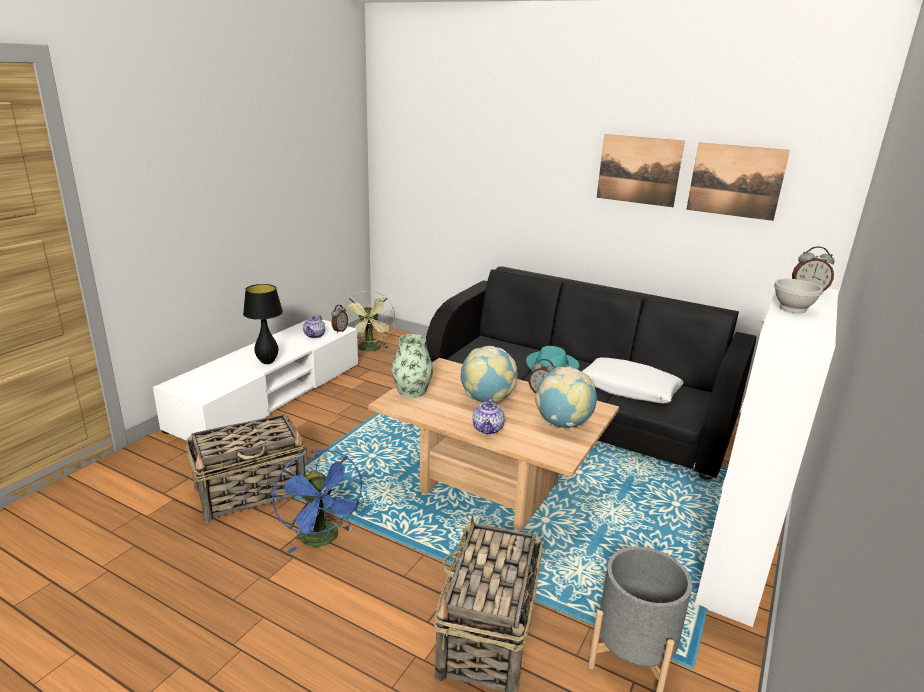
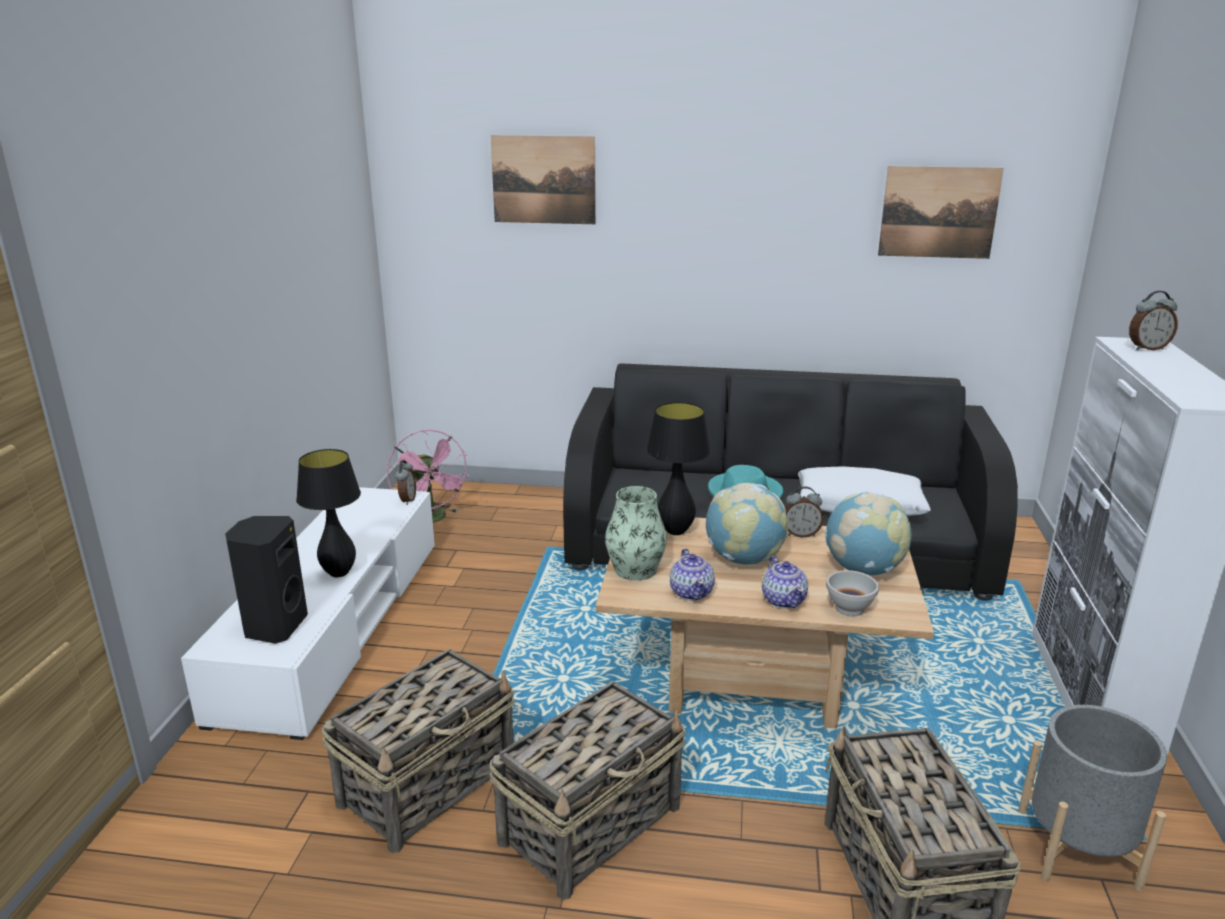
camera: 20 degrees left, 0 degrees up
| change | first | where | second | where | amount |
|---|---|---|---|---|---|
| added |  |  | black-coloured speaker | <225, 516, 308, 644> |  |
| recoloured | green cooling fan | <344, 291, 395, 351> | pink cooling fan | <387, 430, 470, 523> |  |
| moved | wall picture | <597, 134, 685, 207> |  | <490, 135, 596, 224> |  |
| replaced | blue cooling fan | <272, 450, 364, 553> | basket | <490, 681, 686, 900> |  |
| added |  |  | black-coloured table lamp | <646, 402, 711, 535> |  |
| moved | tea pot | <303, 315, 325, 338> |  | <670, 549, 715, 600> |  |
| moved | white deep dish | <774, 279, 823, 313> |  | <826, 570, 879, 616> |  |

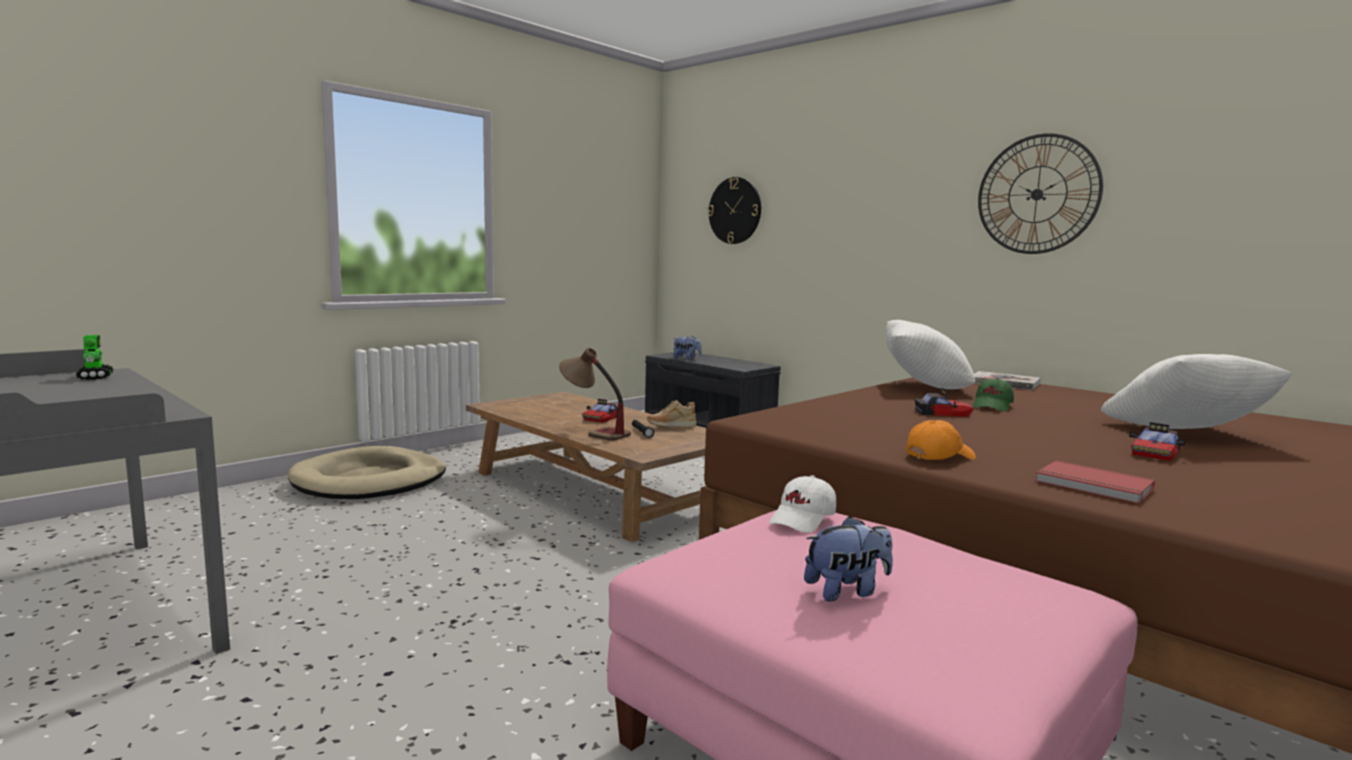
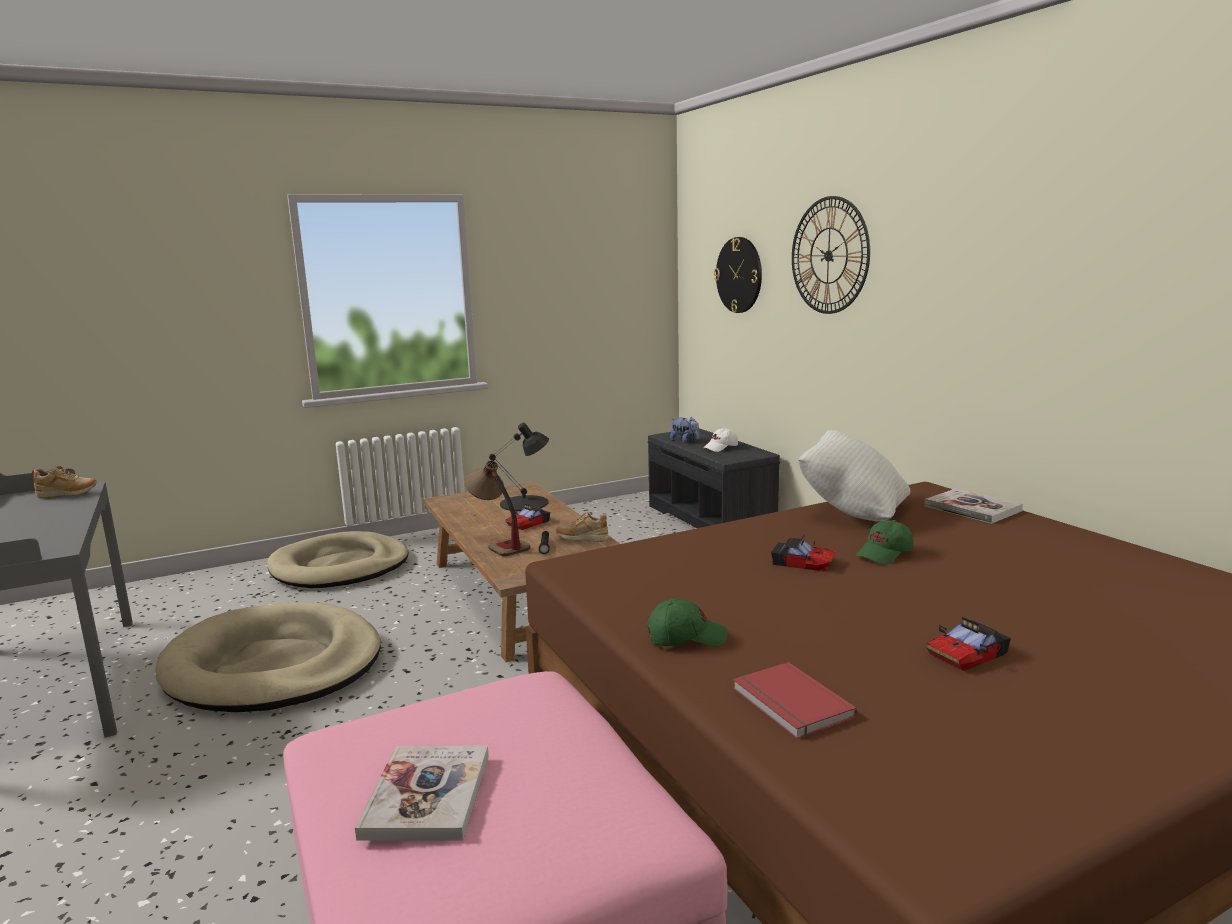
camera: 20 degrees right, 5 degrees up
| change | first | where | second | where | amount |
|---|---|---|---|---|---|
| replaced | model robot | <76, 335, 114, 380> | sand-coloured item of footwear | <32, 466, 97, 498> |  |
| added |  |  | sand-coloured dog bed | <155, 602, 381, 712> |  |
| replaced | soft toy | <804, 516, 893, 601> | volume | <355, 746, 489, 841> |  |
| added |  |  | black-coloured table lamp | <489, 423, 549, 511> |  |
| recoloured | orange-coloured peaked cap | <906, 420, 976, 460> | green peaked cap | <647, 599, 728, 647> |  |
| moved | white peaked cap | <769, 475, 836, 533> |  | <703, 428, 738, 452> |  |
| moved | clock on the wall | <978, 133, 1103, 254> |  | <792, 196, 870, 314> |  |
| removed | white cushion | <1101, 354, 1293, 429> |  |  |  |

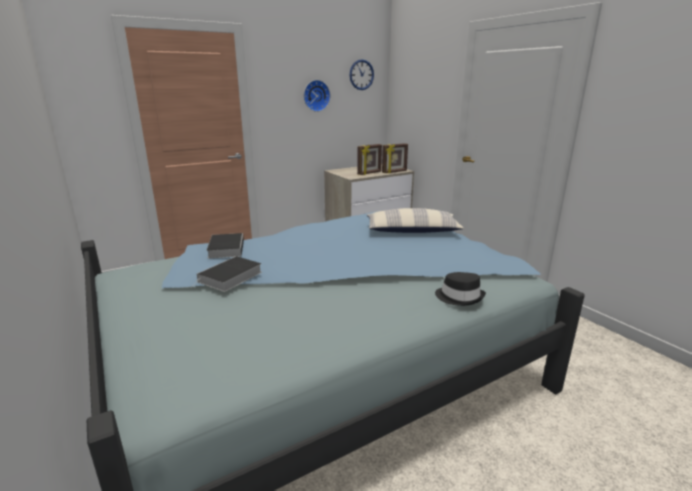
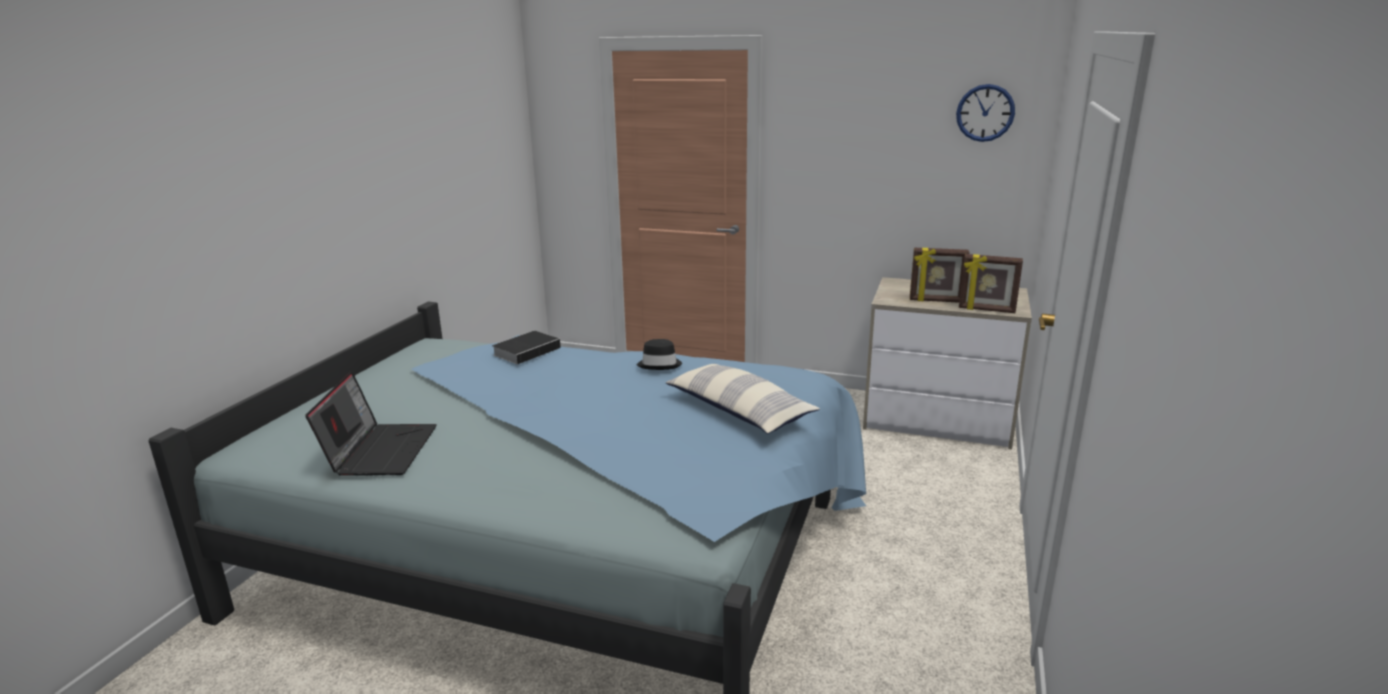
camera: 50 degrees right, 0 degrees up
| change | first | where | second | where | amount |
|---|---|---|---|---|---|
| added |  |  | portable computer | <305, 371, 437, 476> |  |
| moved | black-coloured wearable hat | <435, 272, 486, 306> |  | <637, 339, 682, 370> |  |
| removed | volume | <191, 256, 262, 292> |  |  |  |
| removed | clock on the wall | <304, 80, 330, 112> |  |  |  |

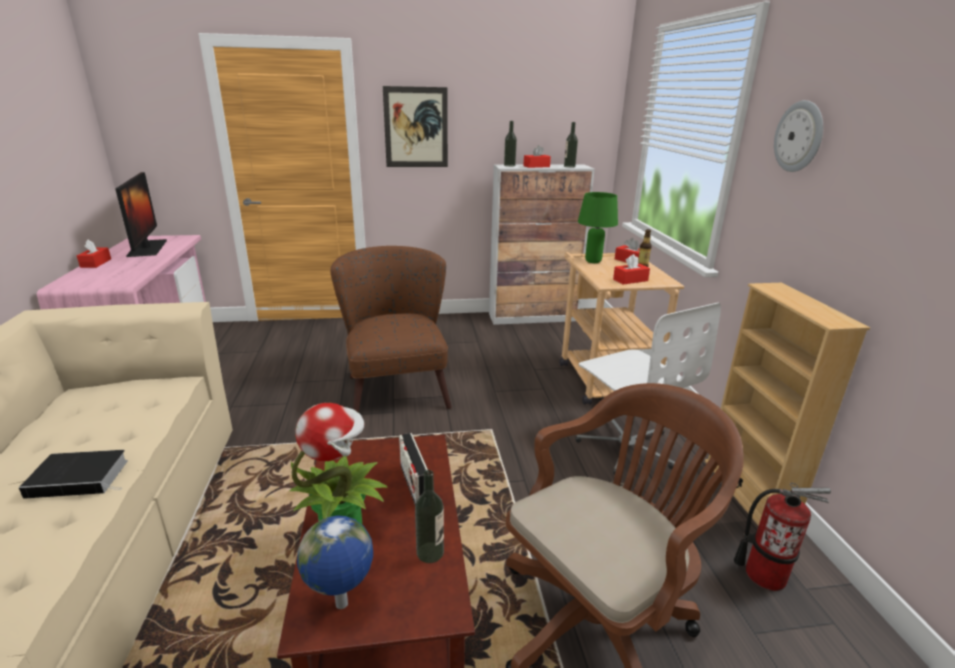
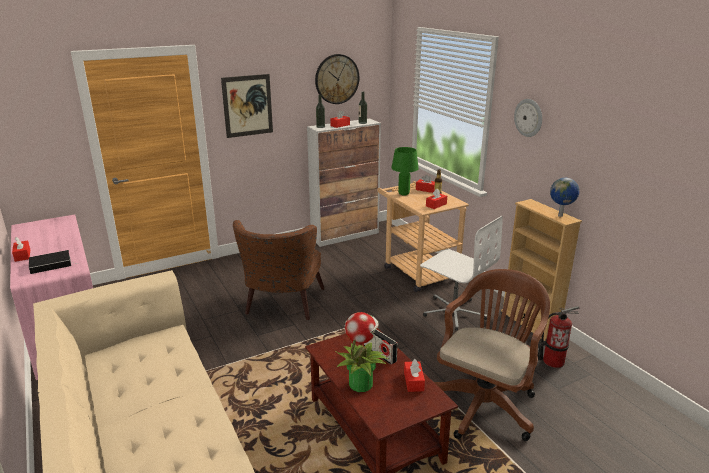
camera: 20 degrees left, 0 degrees up
| change | first | where | second | where | amount |
|---|---|---|---|---|---|
| moved | volume | <19, 450, 128, 499> |  | <29, 250, 75, 274> |  |
| turned | brown-coloured easy chair | <330, 246, 452, 413> |  | <233, 220, 324, 320> | 135 degrees counterclockwise |
| added |  |  | clock on the wall | <315, 54, 359, 104> |  |
| replaced | drink bottle | <415, 470, 444, 563> | reddish tissue box | <404, 359, 425, 392> |  |
| moved | desk globe | <297, 515, 373, 609> |  | <550, 178, 579, 217> |  |
| removed | computer screen | <115, 172, 167, 257> |  |  |  |

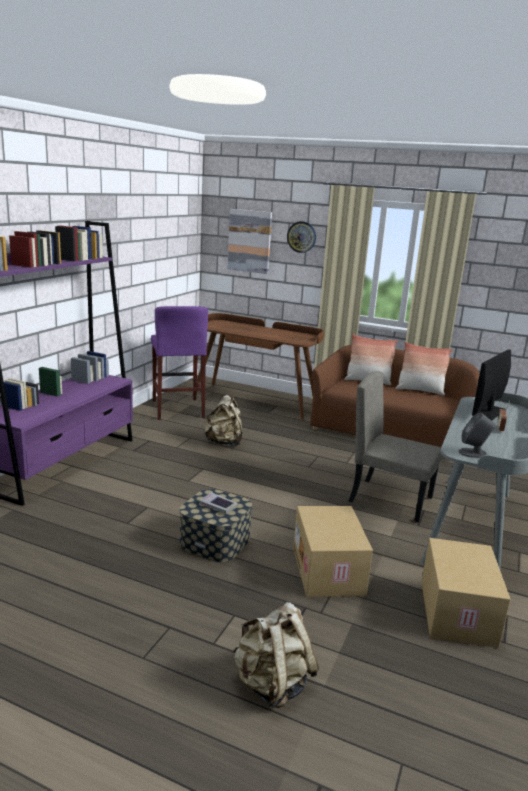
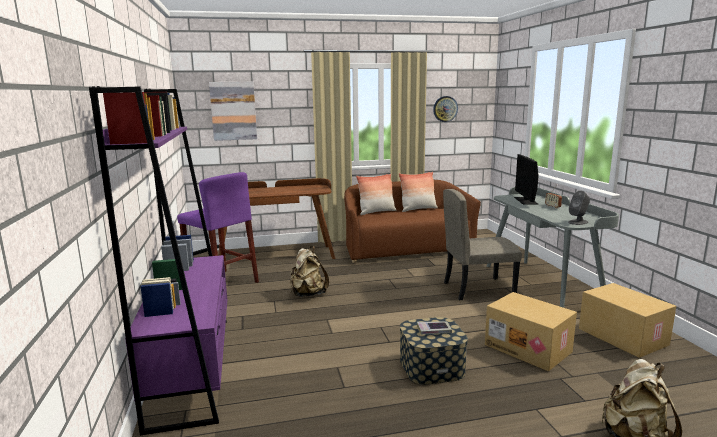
camera: 35 degrees left, 5 degrees down
| change | first | where | second | where | amount |
|---|---|---|---|---|---|
| moved | clock on the wall | <287, 221, 316, 253> |  | <433, 96, 458, 122> |  |

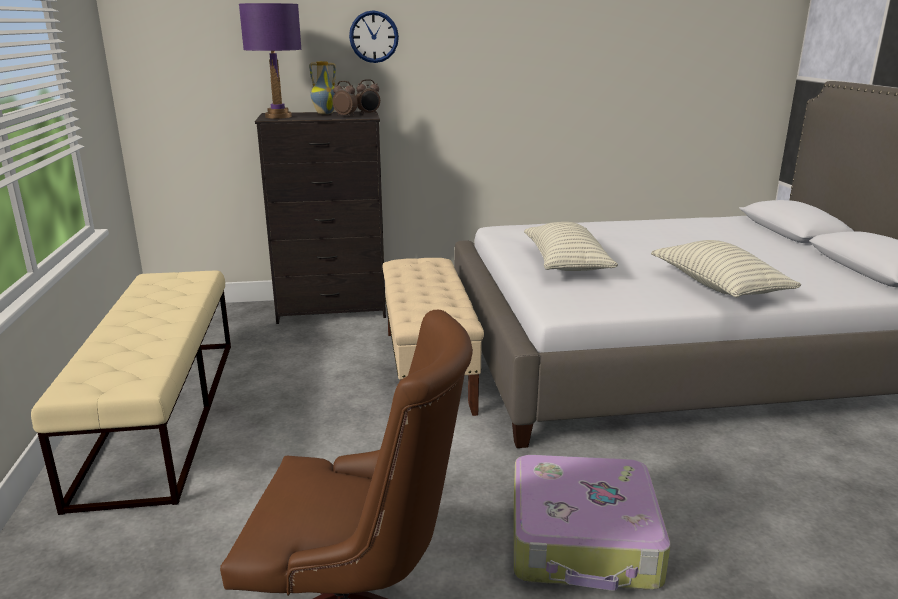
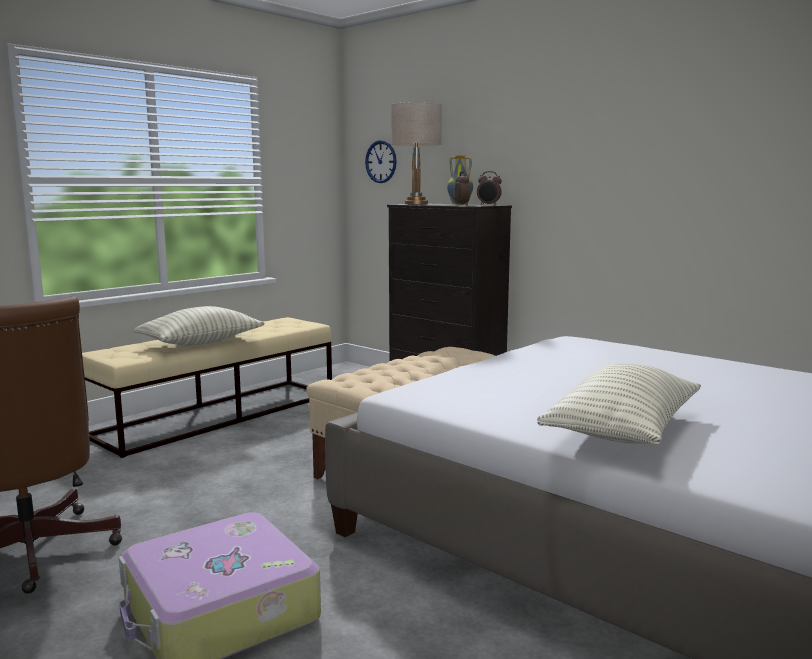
camera: 50 degrees right, 10 degrees down
| change | first | where | second | where | amount |
|---|---|---|---|---|---|
| moved | cushion | <524, 222, 618, 271> |  | <134, 306, 265, 346> |  |
| moved | clock on the wall | <349, 10, 399, 63> |  | <365, 140, 397, 183> |  |
| recoloured | purplish table lamp | <239, 3, 301, 119> | sand-coloured table lamp | <391, 102, 442, 204> |  |

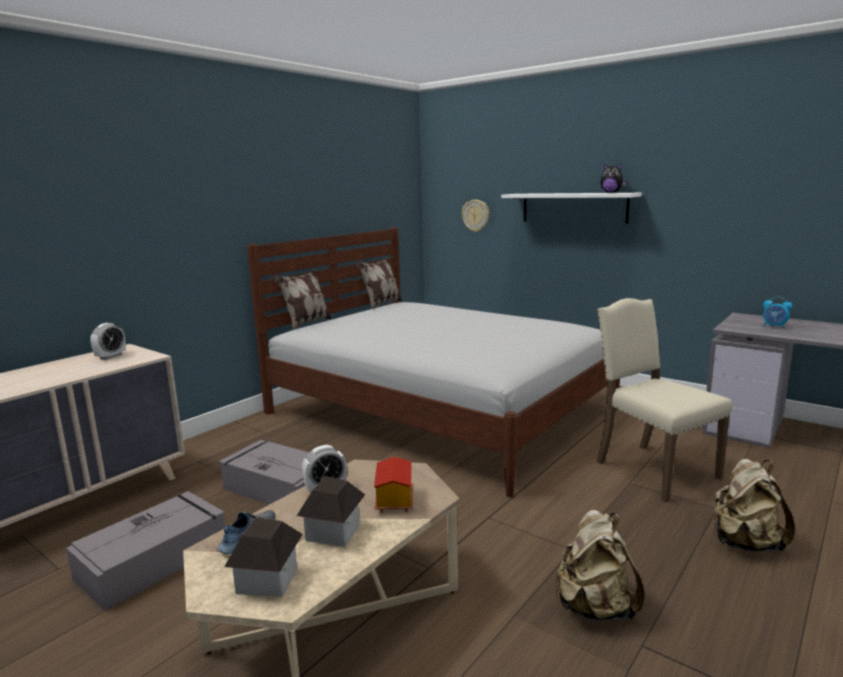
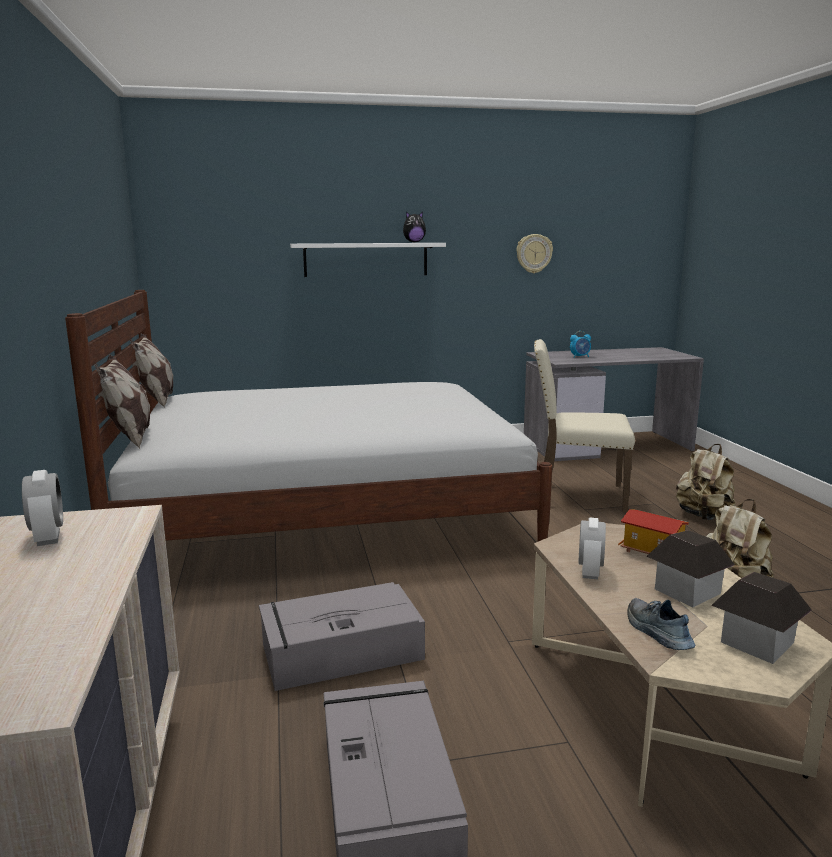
camera: 50 degrees left, 0 degrees up
| change | first | where | second | where | amount |
|---|---|---|---|---|---|
| moved | clock on the wall | <462, 200, 489, 232> |  | <516, 234, 553, 273> |  |

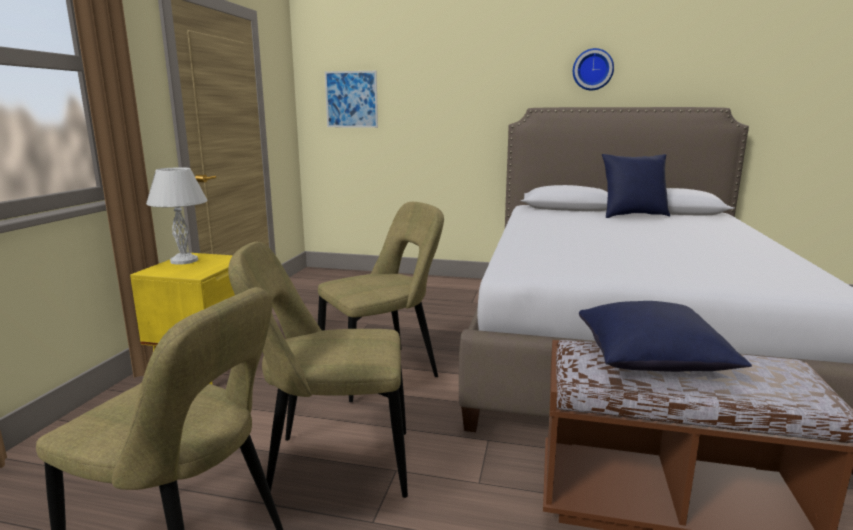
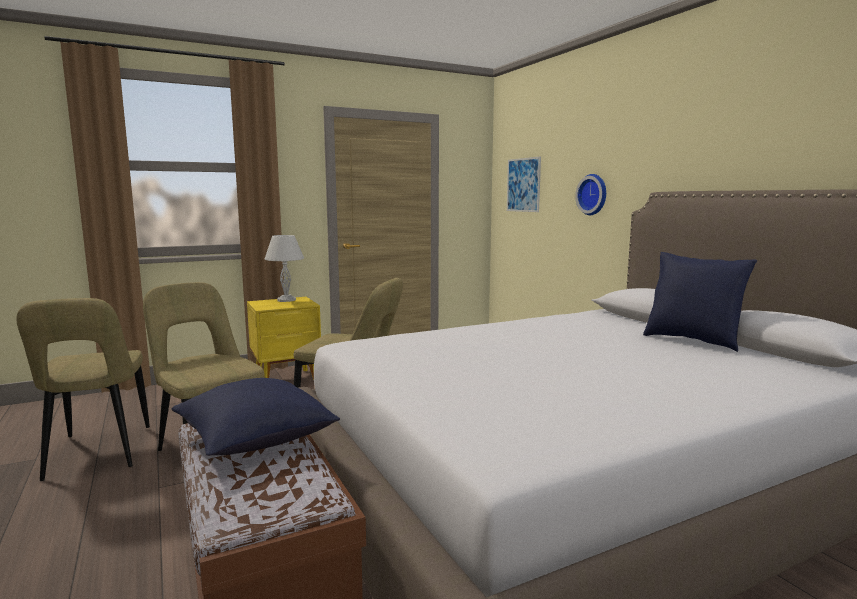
camera: 50 degrees right, 5 degrees down
| change | first | where | second | where | amount |
|---|---|---|---|---|---|
| moved | clock on the wall | <573, 48, 614, 90> |  | <575, 174, 606, 215> |  |

